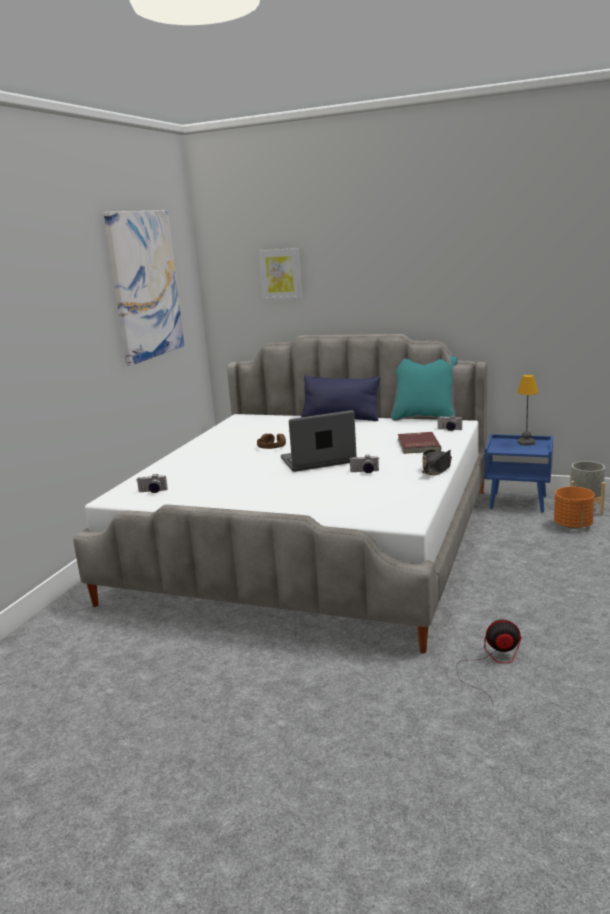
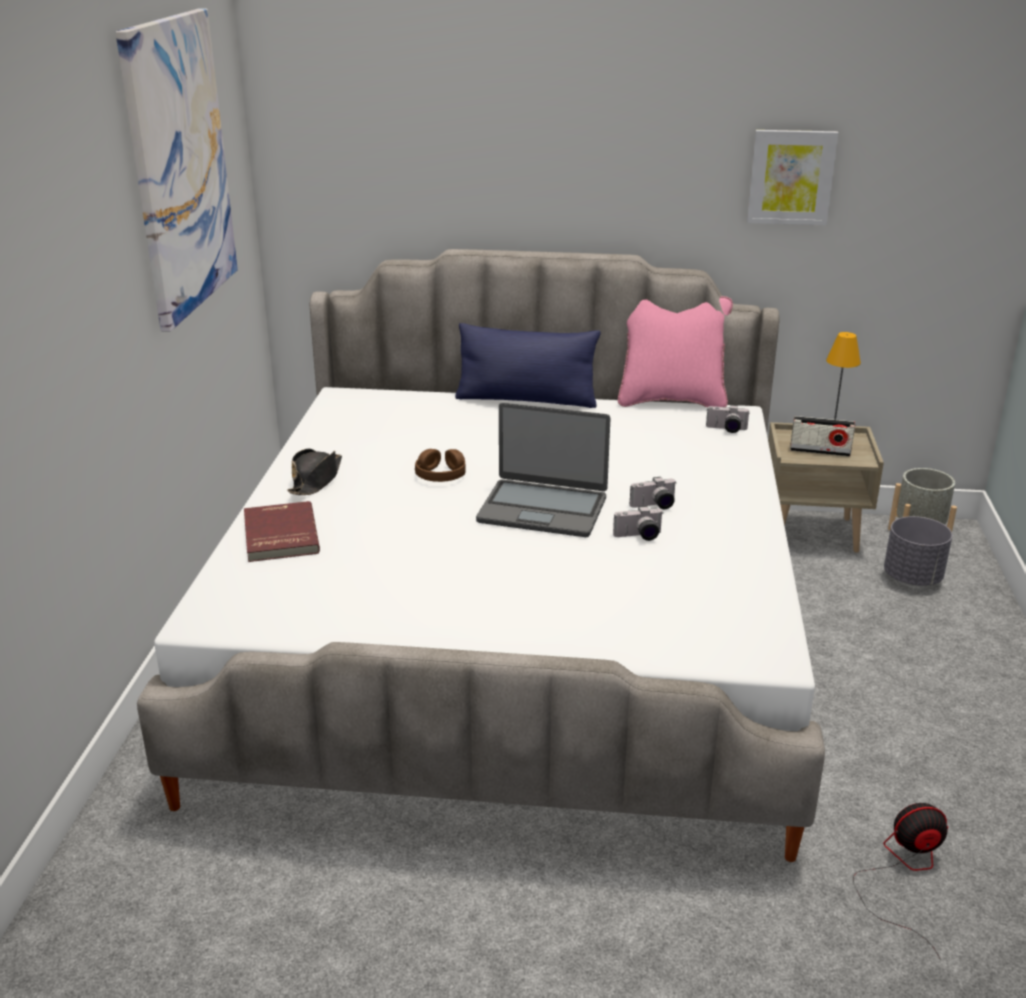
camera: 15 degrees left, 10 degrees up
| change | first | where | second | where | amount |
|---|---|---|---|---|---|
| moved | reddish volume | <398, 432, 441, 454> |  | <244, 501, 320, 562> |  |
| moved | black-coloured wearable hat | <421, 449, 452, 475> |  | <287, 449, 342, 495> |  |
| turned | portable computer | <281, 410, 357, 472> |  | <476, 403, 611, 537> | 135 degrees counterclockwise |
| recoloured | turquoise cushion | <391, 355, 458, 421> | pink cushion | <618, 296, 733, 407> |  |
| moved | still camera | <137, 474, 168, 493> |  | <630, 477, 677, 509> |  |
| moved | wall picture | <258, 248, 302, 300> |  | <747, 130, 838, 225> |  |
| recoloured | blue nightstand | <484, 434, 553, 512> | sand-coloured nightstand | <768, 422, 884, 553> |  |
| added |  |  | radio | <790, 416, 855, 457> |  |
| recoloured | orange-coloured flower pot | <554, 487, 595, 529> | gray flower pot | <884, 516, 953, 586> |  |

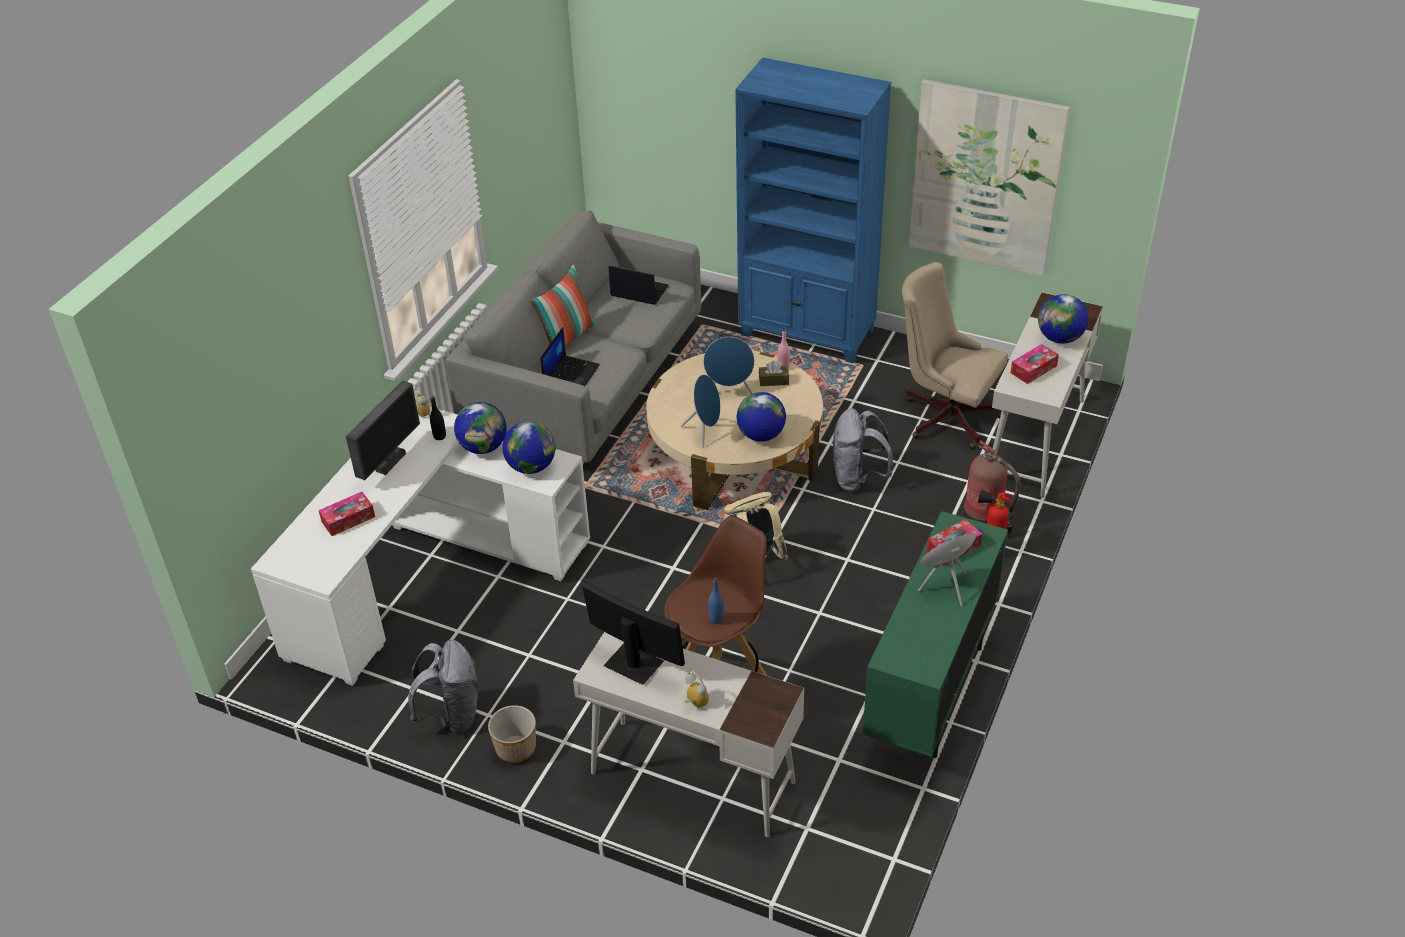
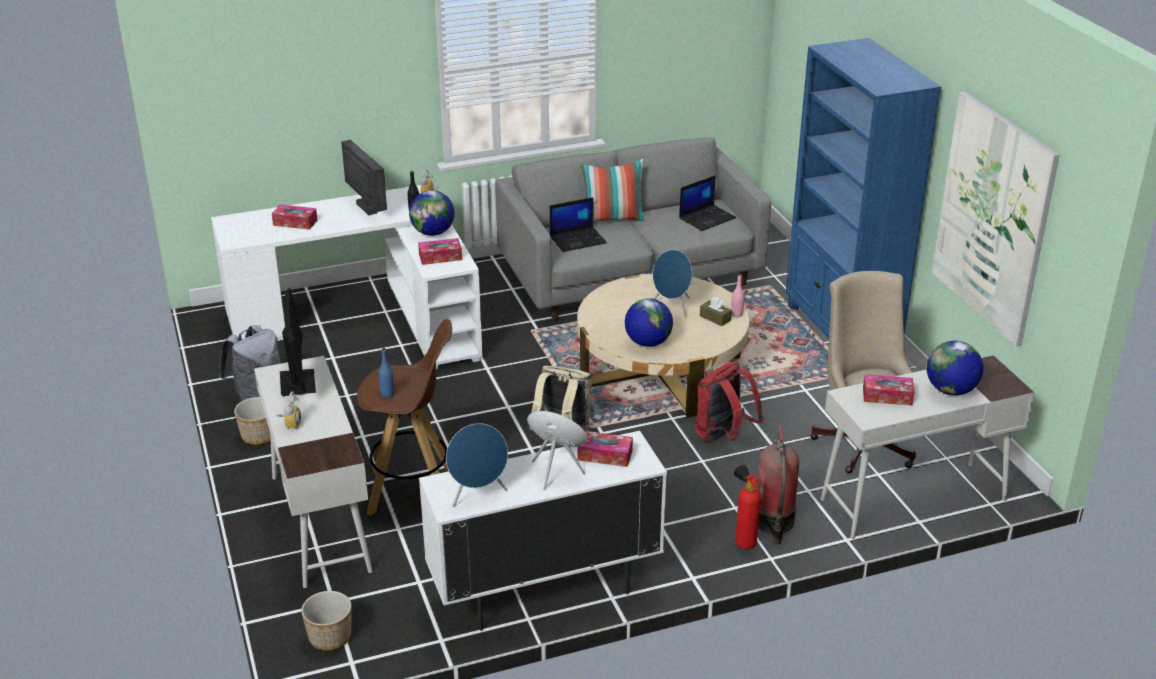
camera: 45 degrees right, 10 degrees down
| change | first | where | second | where | amount |
|---|---|---|---|---|---|
| added |  |  | flower pot | <301, 591, 351, 651> |  |
| turned | computer screen | <346, 380, 420, 480> |  | <341, 140, 387, 216> | 105 degrees counterclockwise |
| replaced | desk globe | <502, 421, 556, 474> | tissue box | <418, 238, 462, 265> |  |
| recoloured | green cabinet | <863, 511, 1008, 758> | white cabinet | <419, 431, 667, 631> |  |
| moved | blue speaker | <680, 375, 720, 448> |  | <446, 423, 508, 507> |  |
| turned | portable computer | <608, 265, 669, 305> |  | <679, 175, 736, 231> | 75 degrees clockwise |
| recoloured | gray backpack | <833, 408, 893, 492> | reddish backpack | <695, 361, 764, 442> |  |

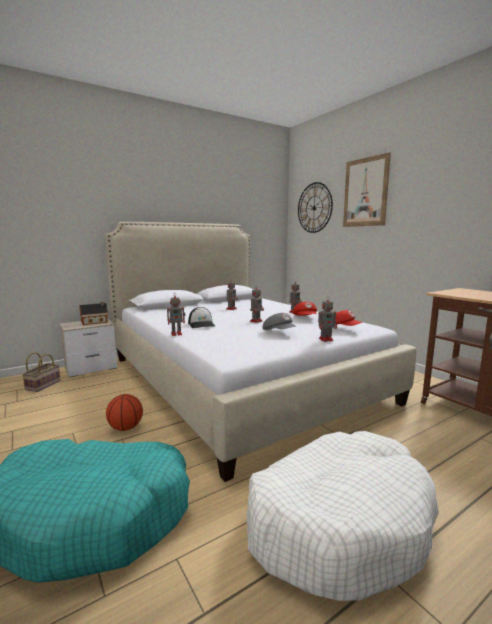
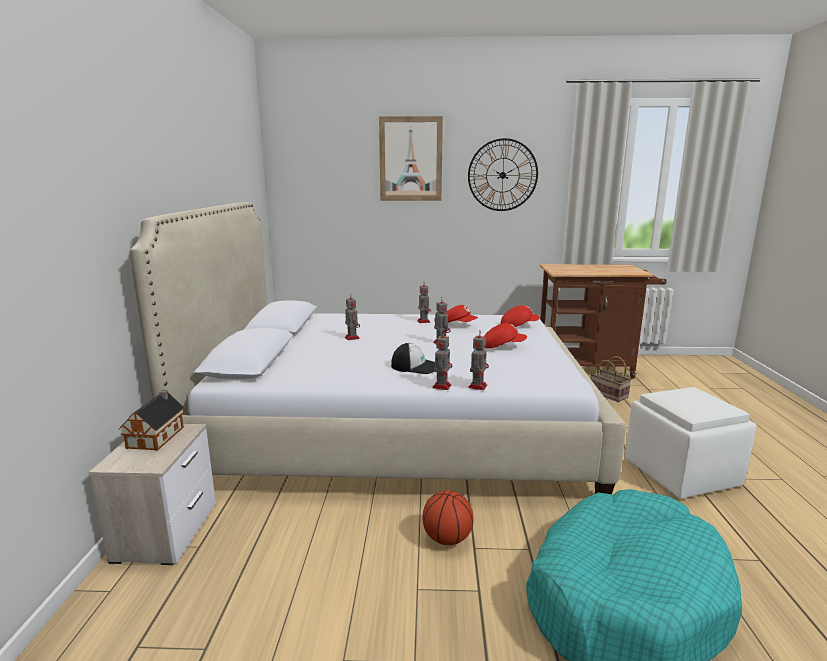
camera: 55 degrees left, 5 degrees up
| change | first | where | second | where | amount |
|---|---|---|---|---|---|
| moved | clock on the wall | <298, 182, 333, 233> |  | <468, 138, 538, 211> |  |
| moved | model robot | <318, 296, 337, 342> |  | <468, 331, 489, 390> |  |
| recoloured | gray peaked cap | <263, 313, 297, 330> | reddish peaked cap | <484, 323, 527, 349> |  |
| moved | basket | <22, 352, 61, 392> |  | <590, 356, 632, 402> |  |
| replaced | white dog bed | <247, 431, 439, 601> | white pouffe | <625, 387, 757, 499> |  |

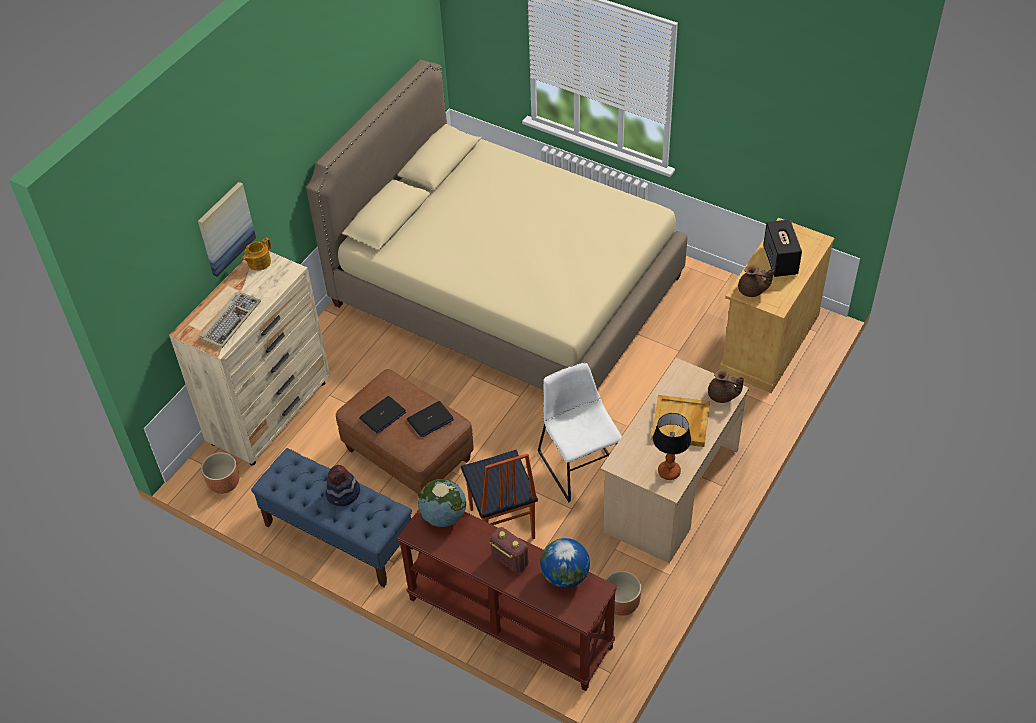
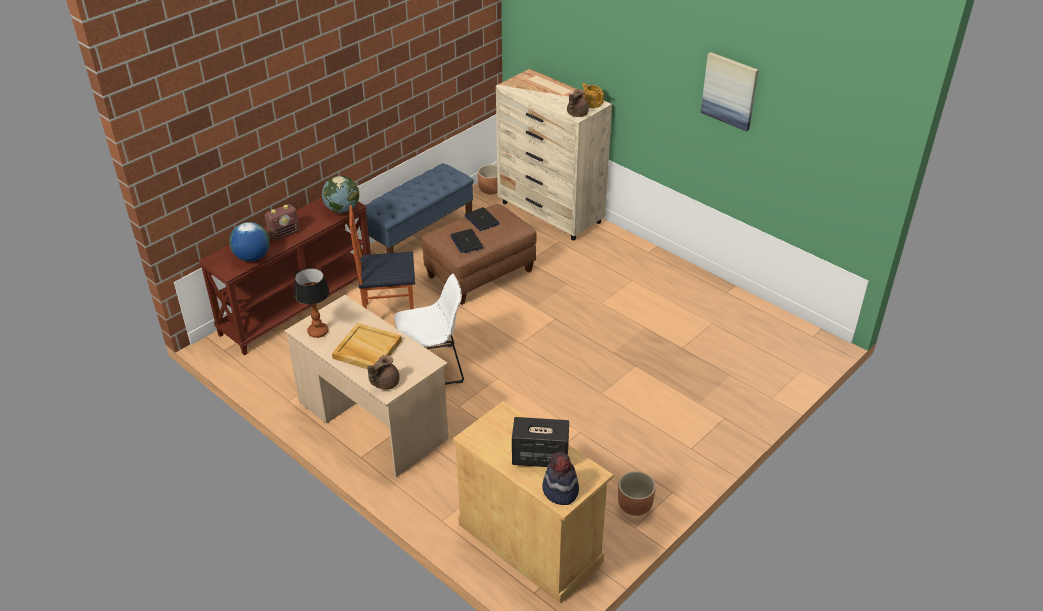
camera: 100 degrees right, 10 degrees down
| change | first | where | second | where | amount |
|---|---|---|---|---|---|
| moved | wearable hat | <326, 465, 360, 506> |  | <542, 452, 579, 505> |  |
| moved | brown-coloured tea pot | <738, 265, 774, 297> |  | <567, 89, 589, 117> |  |
| moved | brown-coloured flower pot | <606, 571, 642, 616> |  | <618, 471, 656, 516> |  |
| moved | wall picture | <198, 182, 256, 276> |  | <701, 52, 759, 132> |  |
| removed | computer keyboard | <200, 292, 261, 348> |  |  |  |
| removed | sand-coloured sleeping bed | <306, 60, 688, 390> |  |  |  |

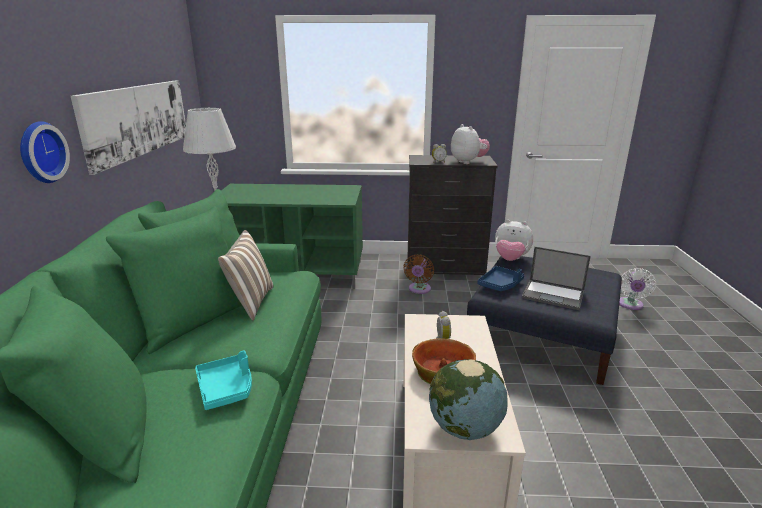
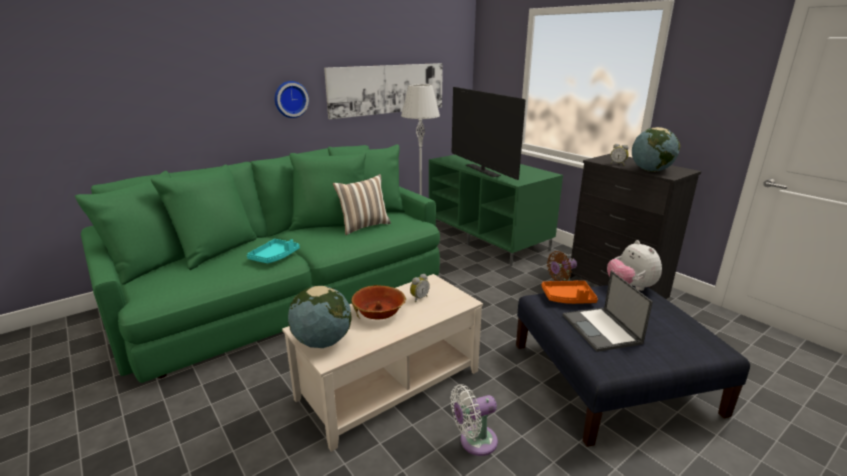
camera: 50 degrees right, 0 degrees up
| change | first | where | second | where | amount |
|---|---|---|---|---|---|
| moved | white cooling fan | <619, 268, 656, 310> |  | <450, 384, 498, 456> |  |
| added |  |  | TV | <452, 87, 526, 180> |  |
| recoloured | blue serving tray | <477, 266, 524, 291> | orange-coloured serving tray | <542, 280, 598, 304> |  |
| replaced | soft toy | <451, 124, 490, 164> | desk globe | <632, 127, 680, 172> |  |

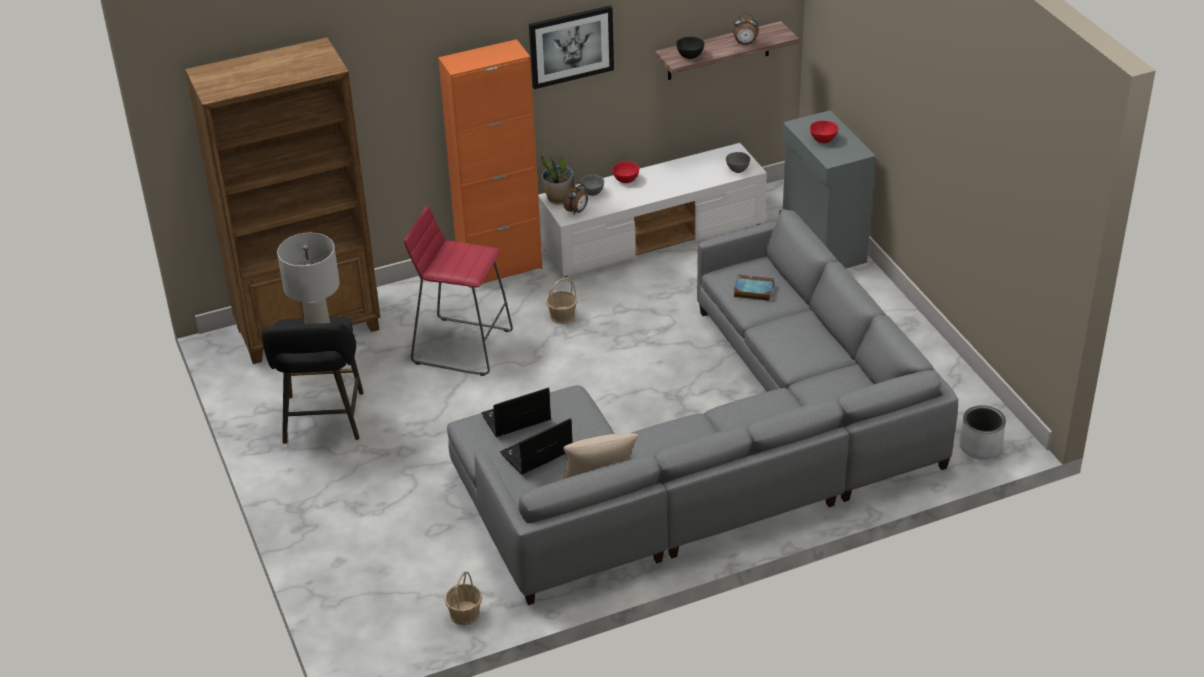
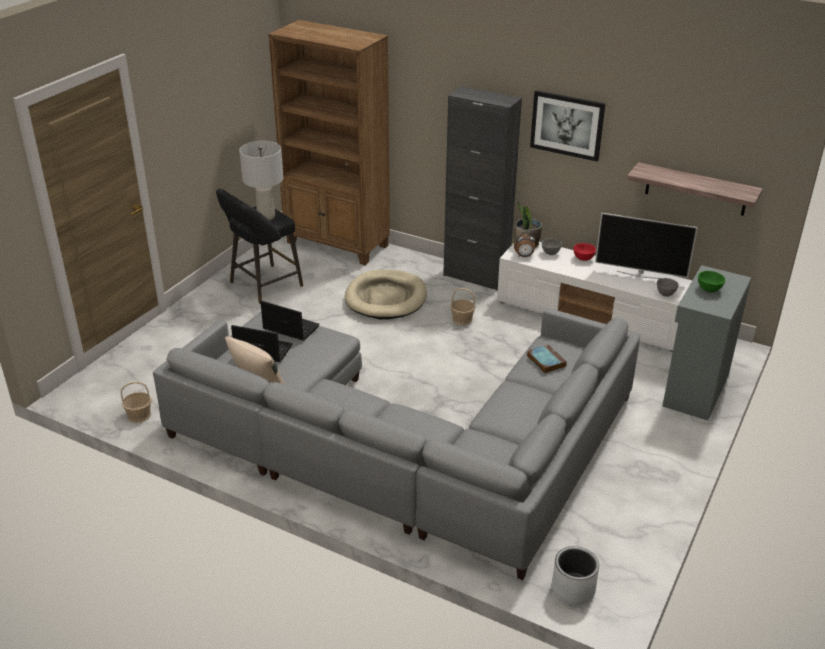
camera: 50 degrees right, 5 degrees down
| change | first | where | second | where | amount |
|---|---|---|---|---|---|
| replaced | reddish sitting stool | <404, 206, 513, 376> | sand-coloured dog bed | <345, 270, 427, 320> |  |
| recoloured | orange-coloured cabinet | <438, 39, 542, 288> | black-coloured cabinet | <443, 86, 522, 291> |  |
| added |  |  | TV | <595, 213, 698, 279> |  |
| recoloured | reddish deep dish | <810, 121, 838, 143> | green deep dish | <698, 271, 726, 292> |  |
| removed | black-coloured deep dish | <676, 37, 705, 59> |  |  |  |
| removed | bedside clock | <733, 13, 759, 45> |  |  |  |

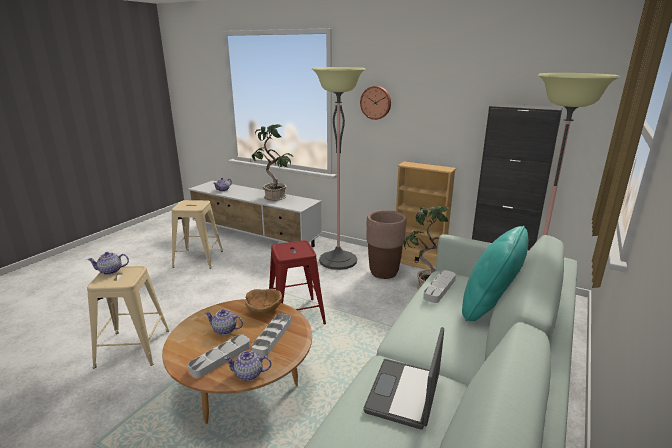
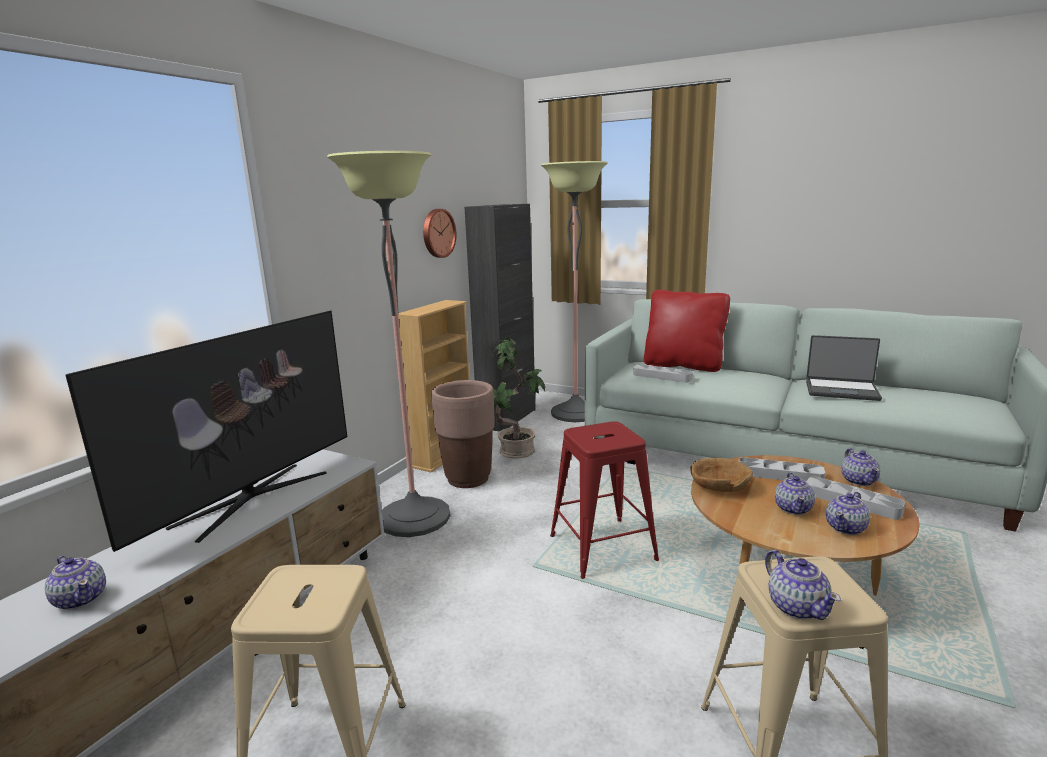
camera: 90 degrees left, 5 degrees down
| change | first | where | second | where | amount |
|---|---|---|---|---|---|
| replaced | plant in a pot | <250, 124, 293, 201> | TV | <65, 311, 347, 552> |  |
| moved | clock on the wall | <360, 86, 391, 120> |  | <423, 209, 456, 258> |  |
| recoloured | turquoise cushion | <462, 226, 528, 321> | reddish cushion | <644, 290, 730, 372> |  |
| added |  |  | tea pot | <826, 492, 870, 535> |  |

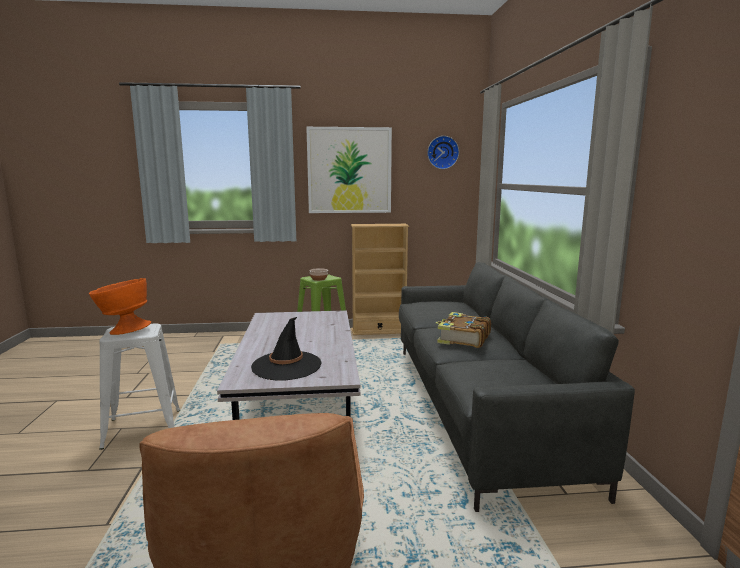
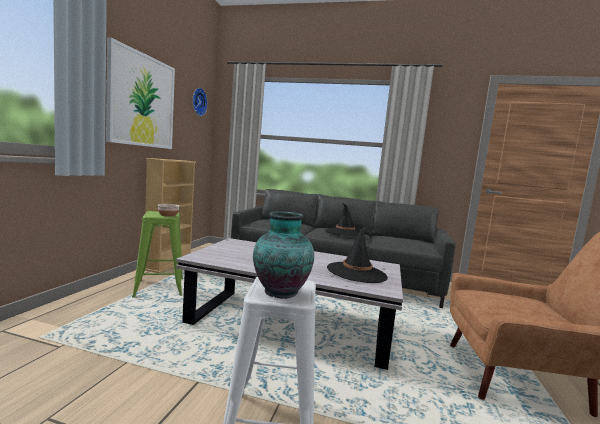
camera: 70 degrees left, 5 degrees down
| change | first | where | second | where | amount |
|---|---|---|---|---|---|
| replaced | orange-coloured deep dish | <89, 278, 151, 335> | decorative vase | <253, 211, 314, 299> |  |
| replaced | volume | <436, 312, 491, 348> | black-coloured wearable hat | <325, 204, 365, 236> |  |

